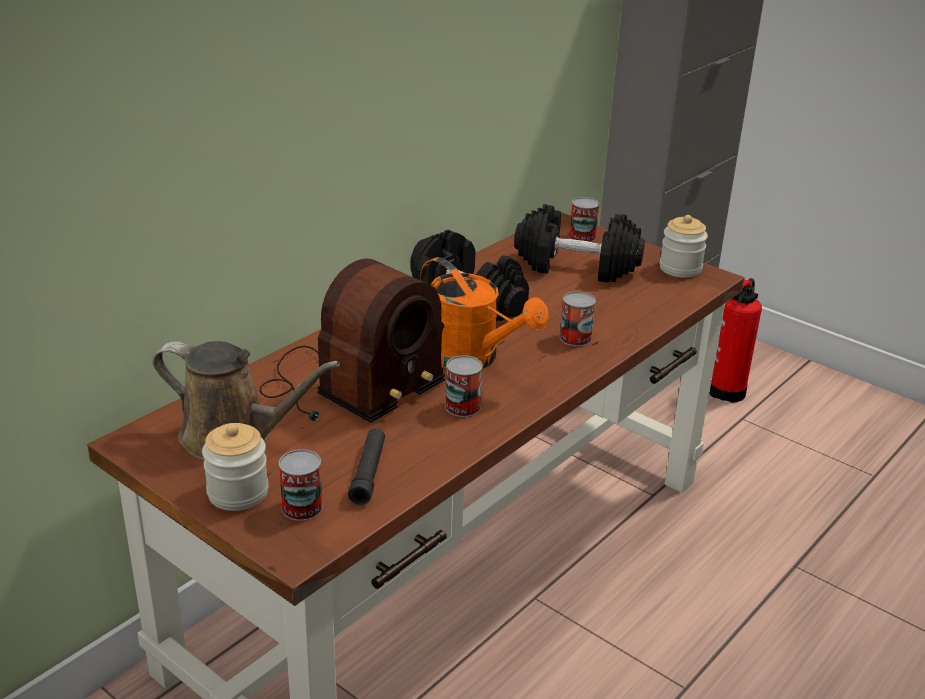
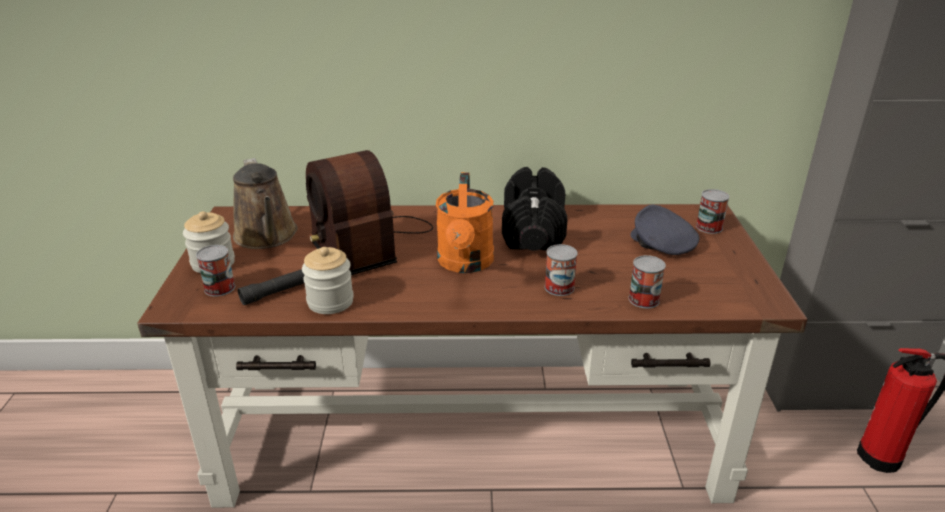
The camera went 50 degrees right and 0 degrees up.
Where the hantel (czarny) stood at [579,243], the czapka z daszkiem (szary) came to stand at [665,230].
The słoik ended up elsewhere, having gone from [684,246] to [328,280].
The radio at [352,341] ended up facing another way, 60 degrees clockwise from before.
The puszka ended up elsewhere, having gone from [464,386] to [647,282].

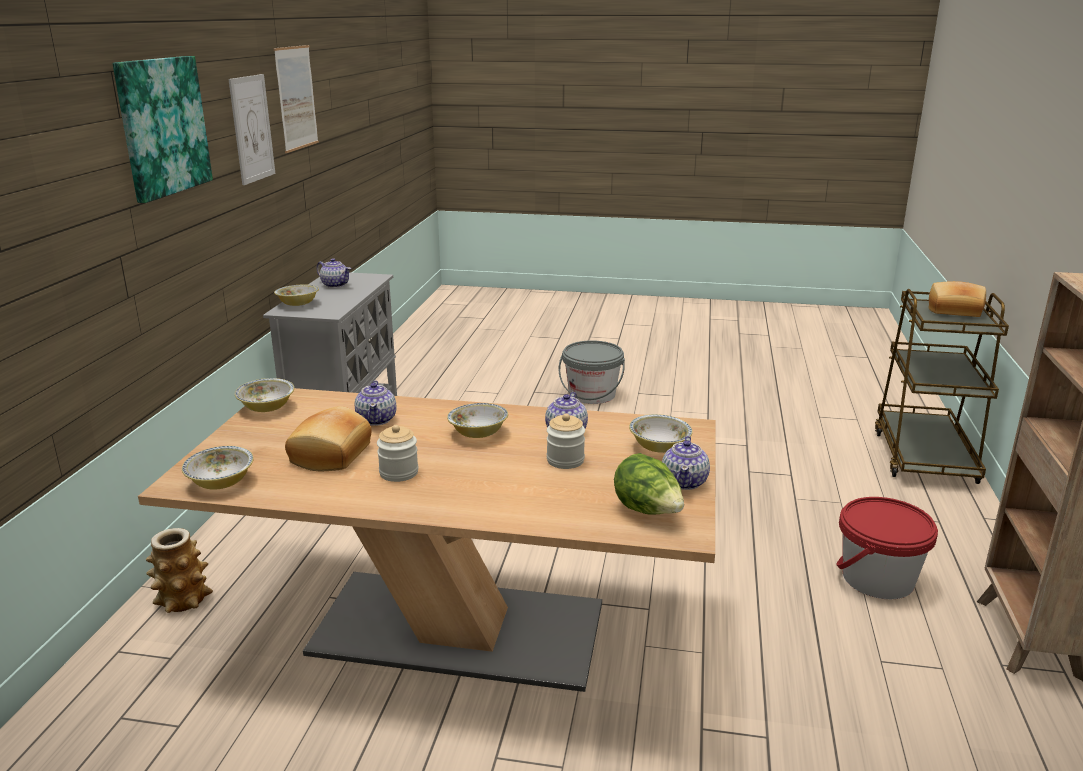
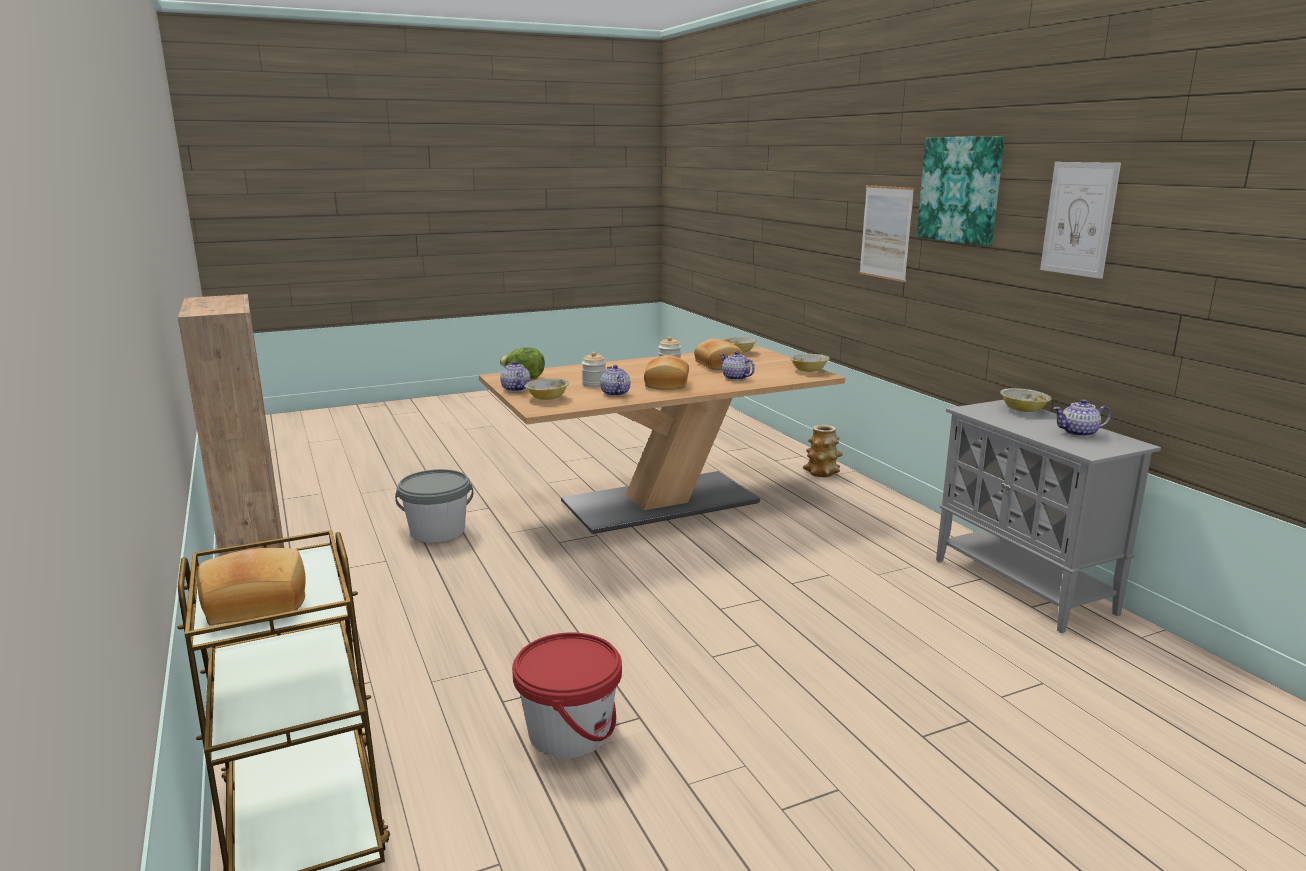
The camera went 145 degrees right and 5 degrees down.
The obraz ended up elsewhere, having gone from [296,99] to [886,233].
The wiadro (szary) ended up elsewhere, having gone from [592,372] to [434,506].
Where the miska stood at [477,420], the chleb came to stand at [666,372].
The wiadro (czerwony) ended up elsewhere, having gone from [887,548] to [567,695].

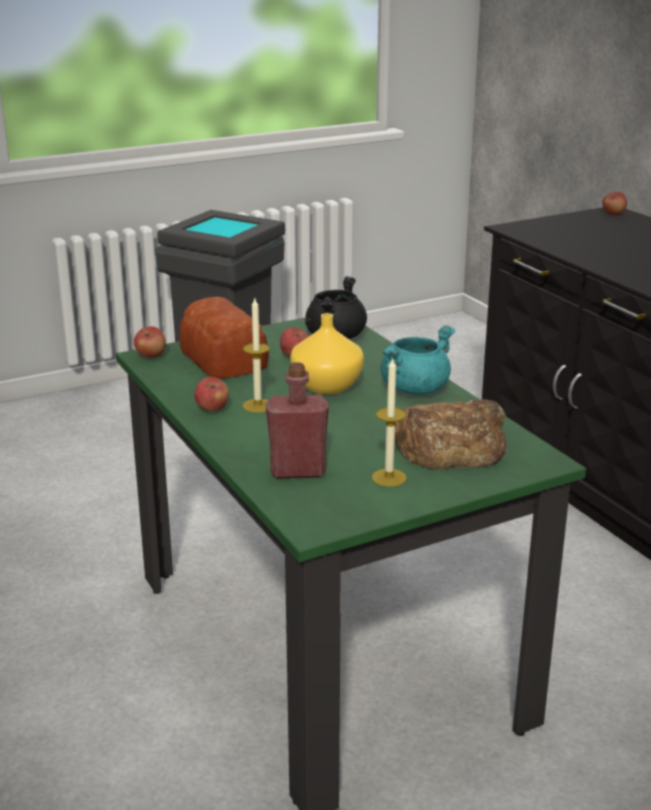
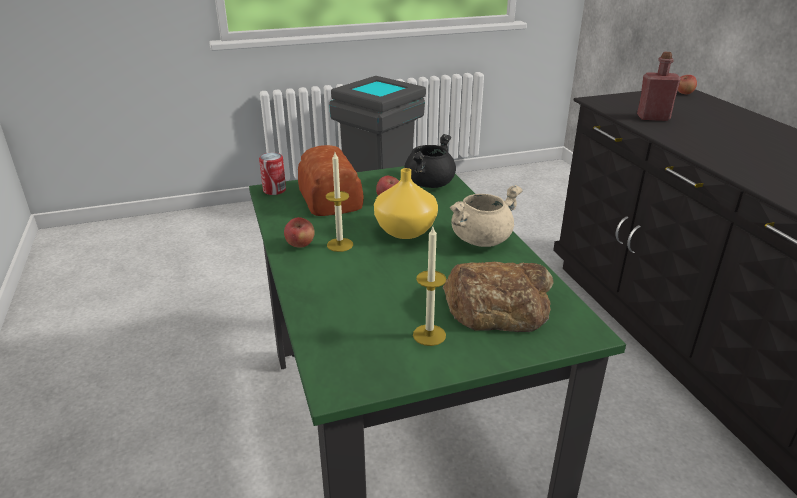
The camera went 10 degrees right and 5 degrees up.
What was the garnek (turkusowy) at [418,360] turned into the garnek (beżowy) at [486,216].
Where the jabłko stood at [150,342], the puszka came to stand at [272,174].
The butelka (czerwony) ended up elsewhere, having gone from [297,420] to [659,86].

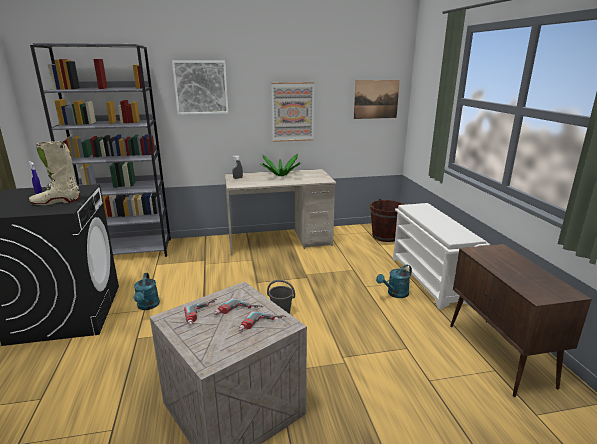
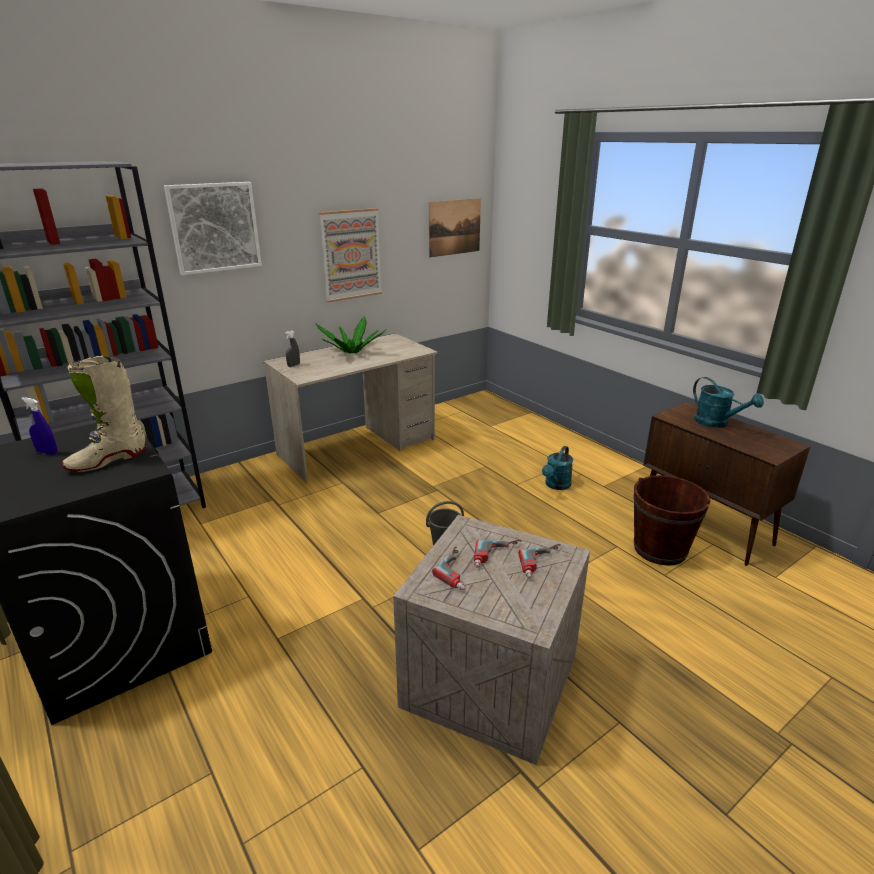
The camera went 25 degrees left and 5 degrees up.
The wiadro (brązowy) ended up elsewhere, having gone from [387,220] to [672,520].
The second view lost the regał na buty (biały) at [441,256].
The konewka (turkusowy) ended up elsewhere, having gone from [147,291] to [728,402].

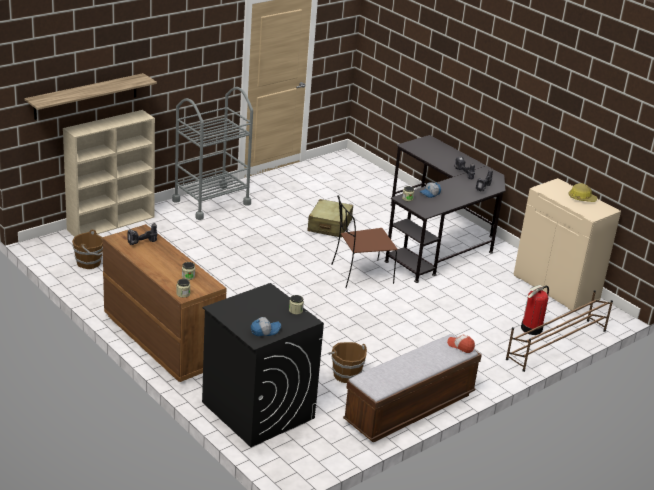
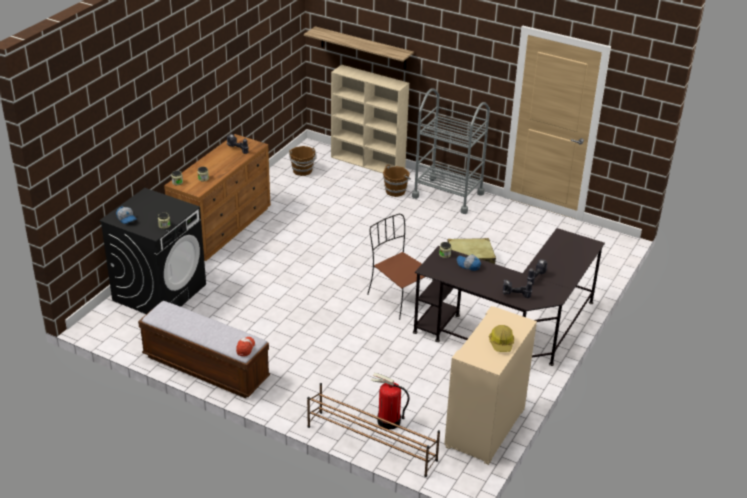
The camera went 70 degrees right and 5 degrees up.
The wiadro (brązowy) ended up elsewhere, having gone from [347,362] to [397,181].

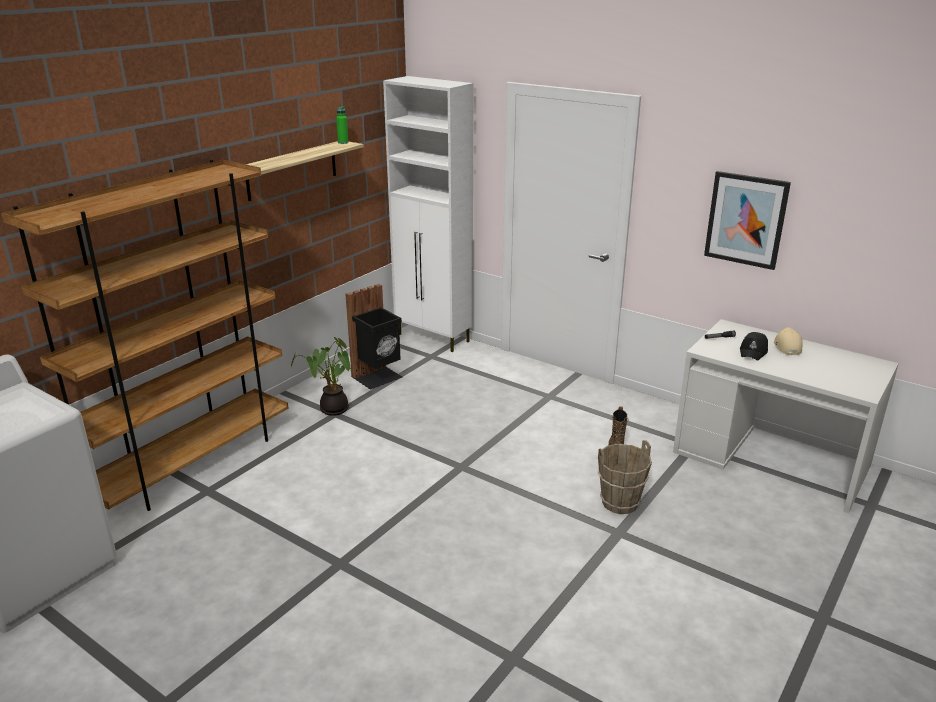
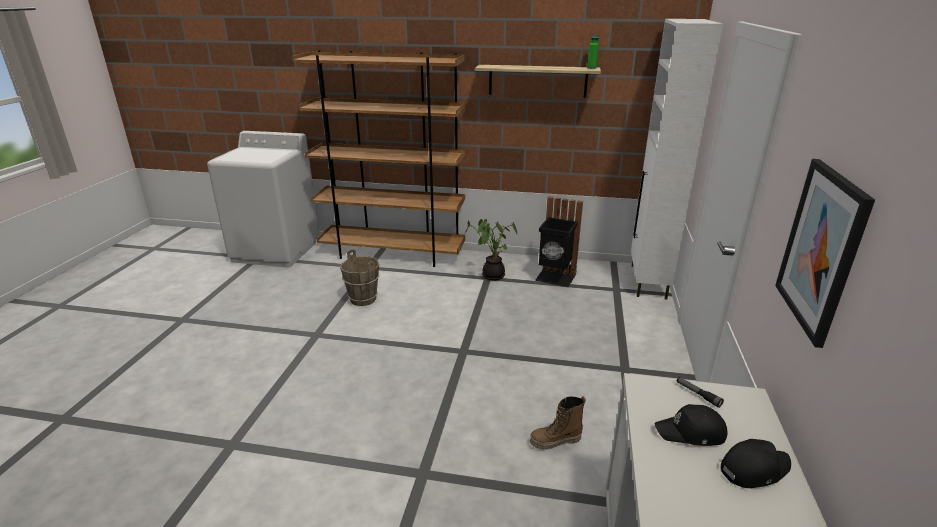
The camera went 65 degrees right and 0 degrees up.
What was the czapka z daszkiem (beżowy) at [788,341] turned into the czapka z daszkiem (czarny) at [756,463].
The wiadro (brązowy) ended up elsewhere, having gone from [624,477] to [359,277].

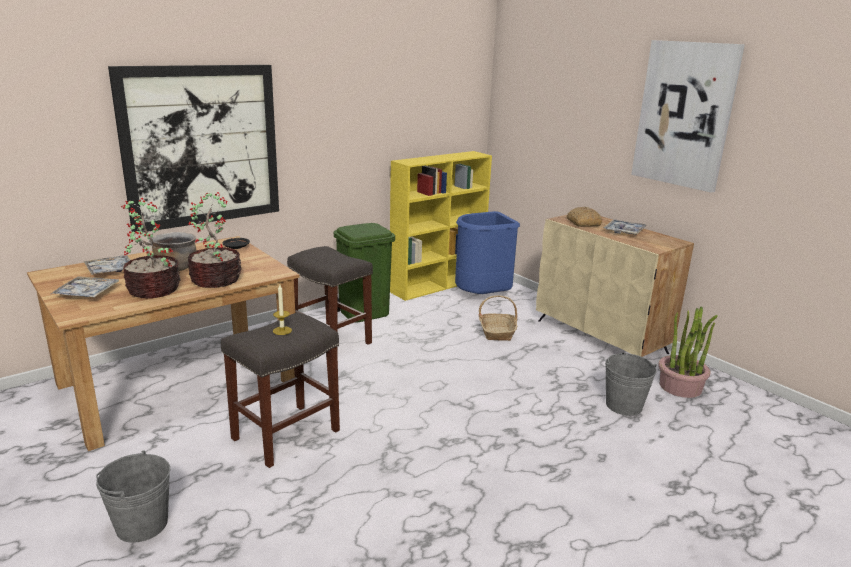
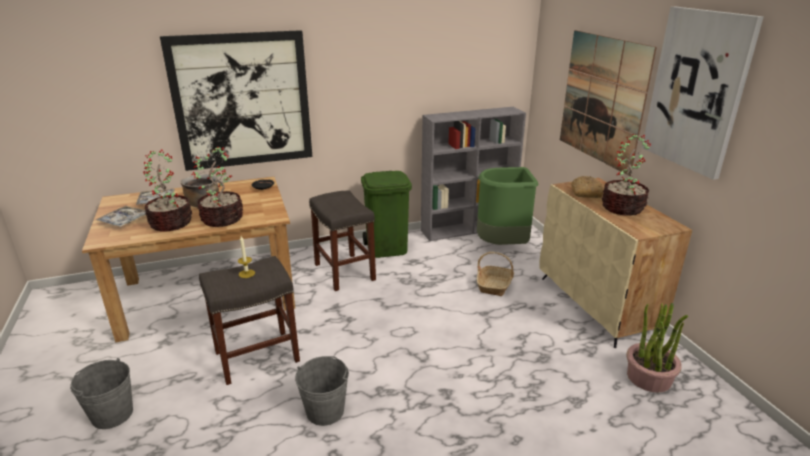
The camera went 20 degrees right and 5 degrees up.
What was the regał (żółty) at [441,226] turned into the regał (szary) at [473,174].
What was the kosz na śmieci (niebieski) at [487,252] turned into the kosz na śmieci (zielony) at [508,206].
Where the taca stood at [625,227], the roślina doniczkowa came to stand at [626,175].
The wiadro (szary) ended up elsewhere, having gone from [631,384] to [322,391].
The second view gained the obraz at [608,103].

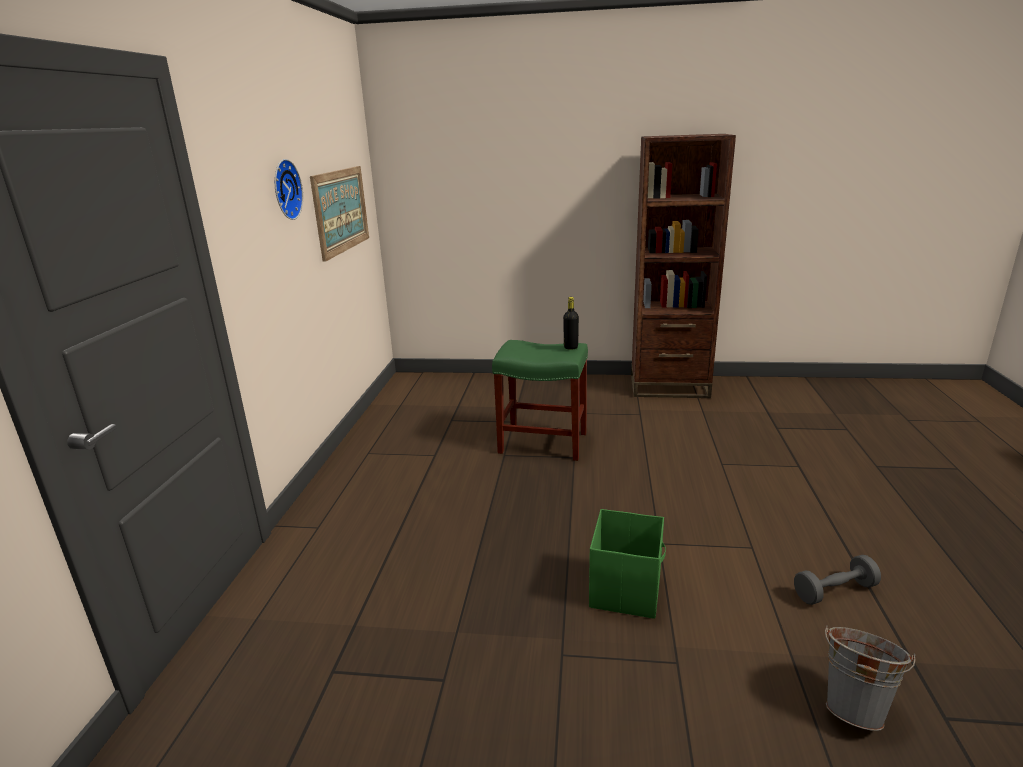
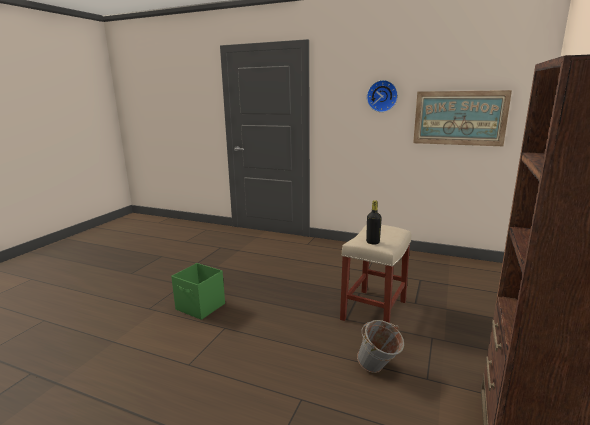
The camera went 105 degrees right and 5 degrees down.
What was the stołek (zielony) at [540,400] turned into the stołek (beżowy) at [375,273].
The second view lost the hantel (szary) at [837,580].
The wiadro (szary) ended up elsewhere, having gone from [870,678] to [380,346].

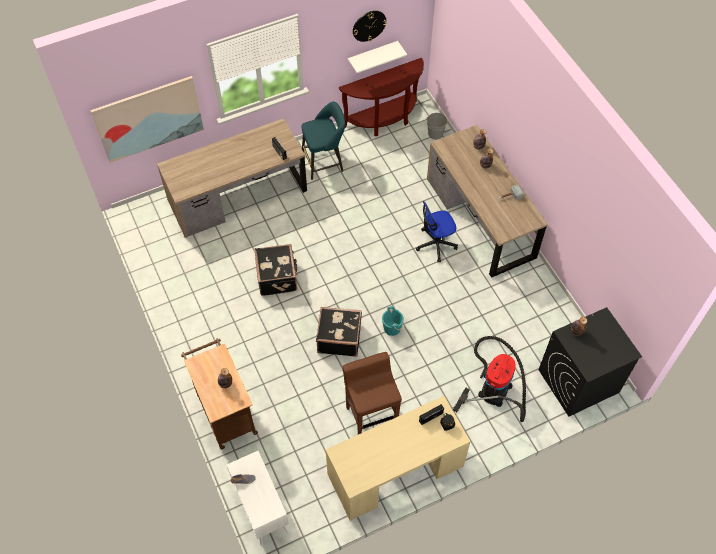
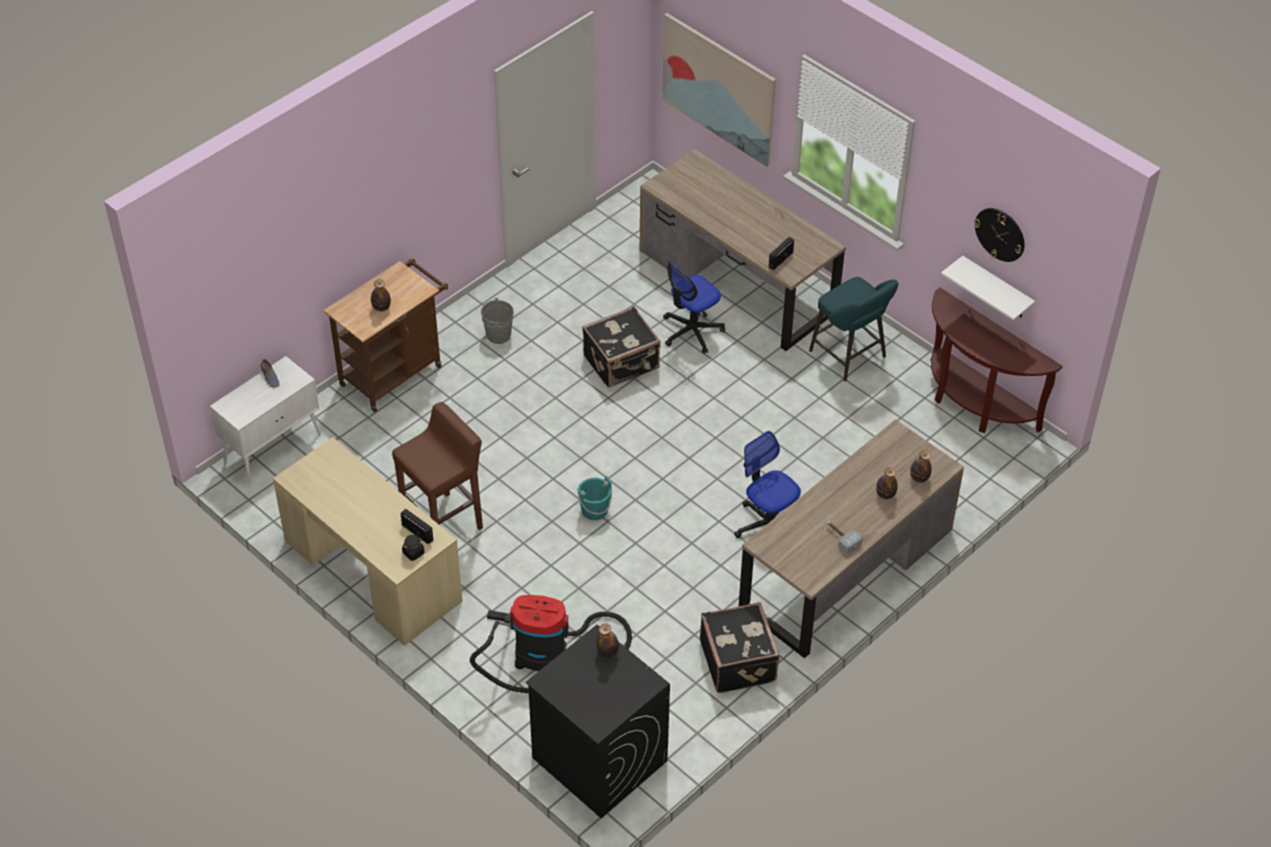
The camera went 70 degrees right and 10 degrees down.
The wiadro (szary) ended up elsewhere, having gone from [437,126] to [497,321].
The walizka (czarny) ended up elsewhere, having gone from [339,332] to [740,647].
The second view gained the krzesło biurowe at [694,307].

